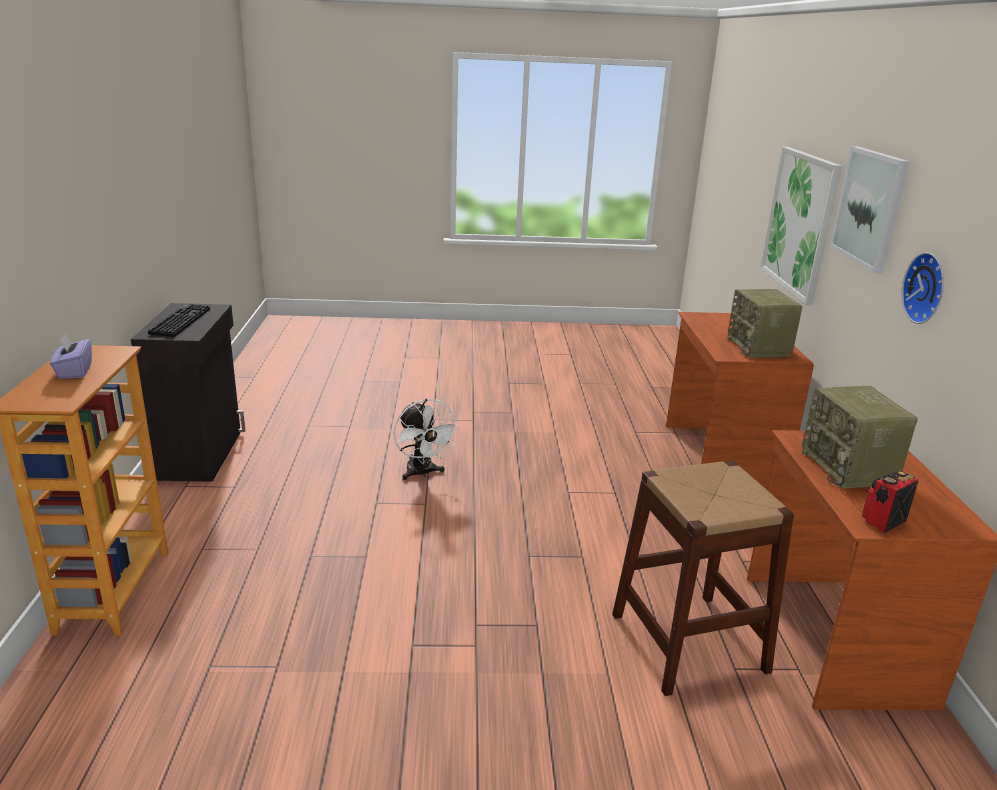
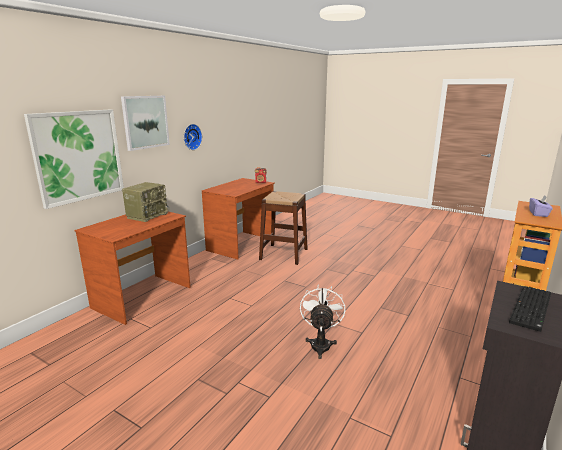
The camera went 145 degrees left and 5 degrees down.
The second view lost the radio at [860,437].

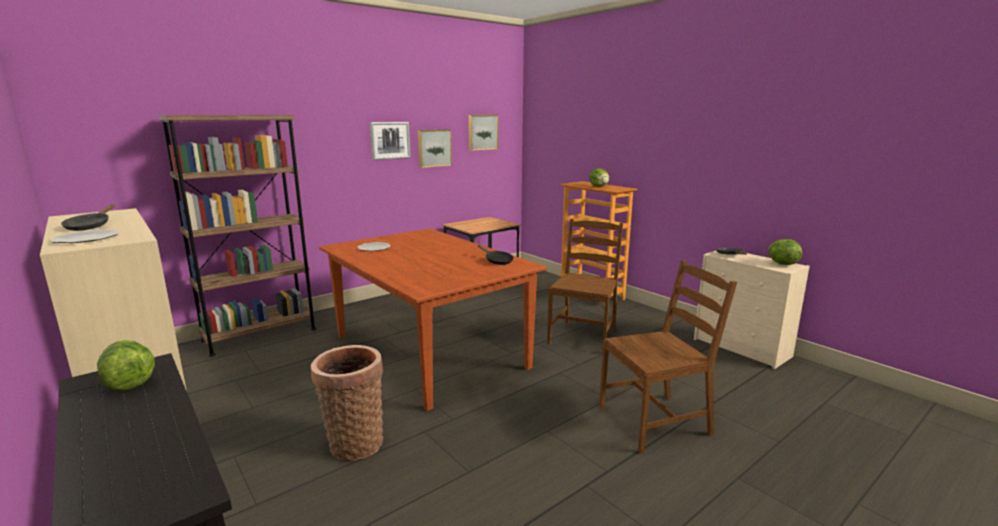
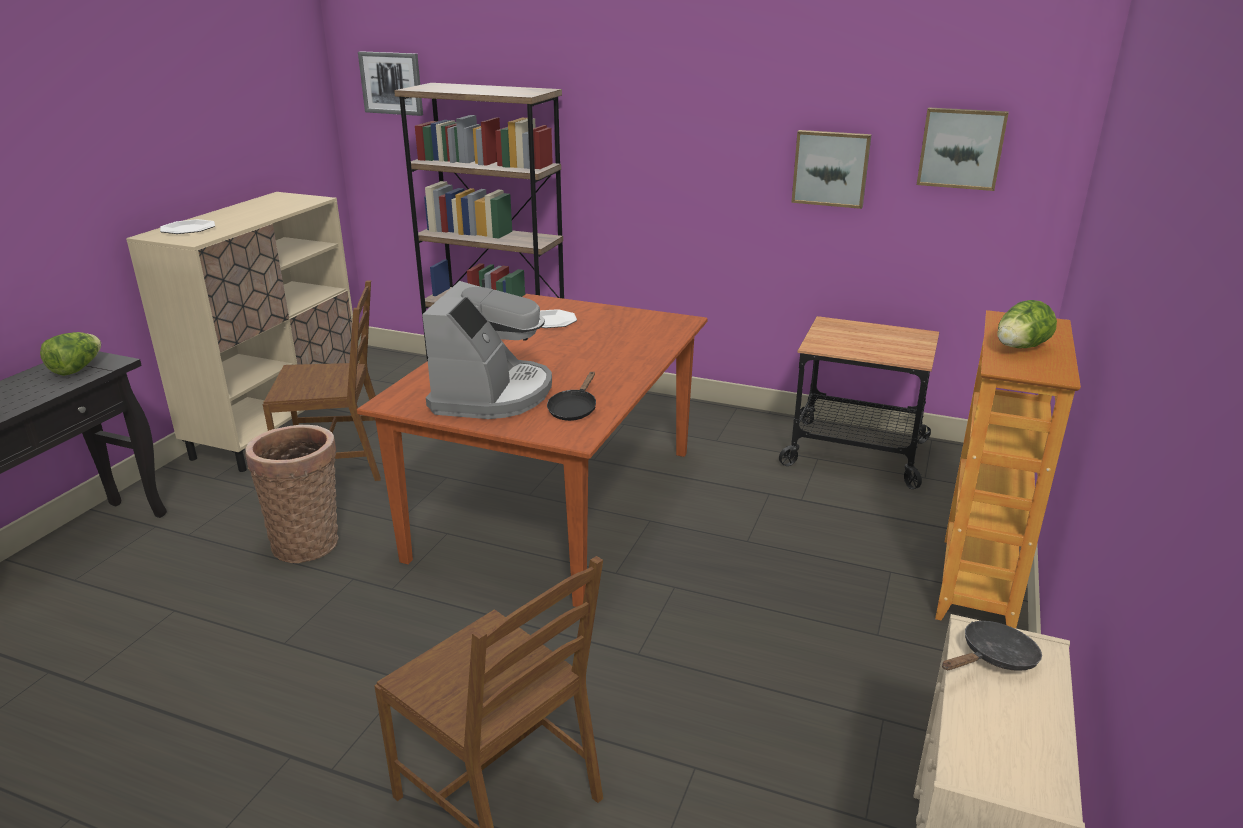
The camera went 60 degrees right and 10 degrees up.
The obraz ended up elsewhere, having gone from [390,141] to [390,83].
The second view lost the patelnia (czarny) at [88,217].
The krzesło (brązowy) ended up elsewhere, having gone from [585,286] to [322,381].
The second view lost the sałata at [785,252].
The second view gained the ekspres do kawy at [487,350].

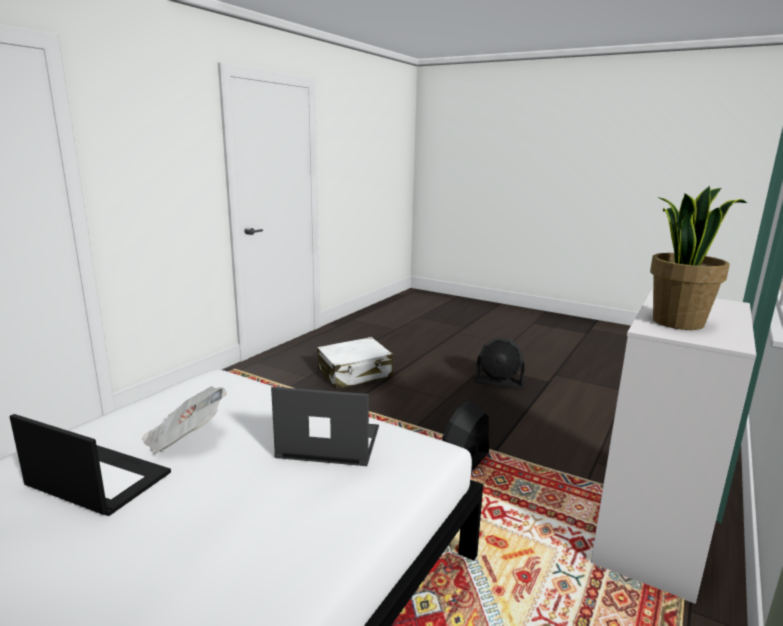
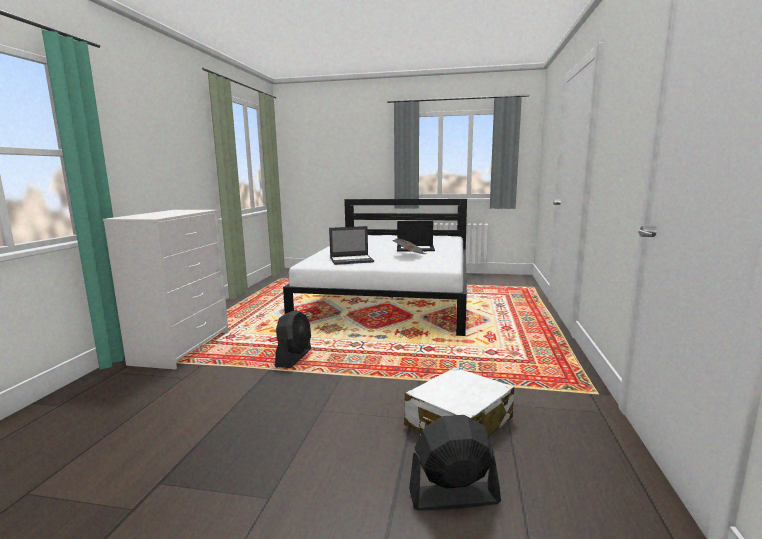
The camera went 160 degrees right and 5 degrees down.
The second view lost the roślina doniczkowa at [698,258].
The wentylator (czarny) ended up elsewhere, having gone from [499,362] to [455,463].

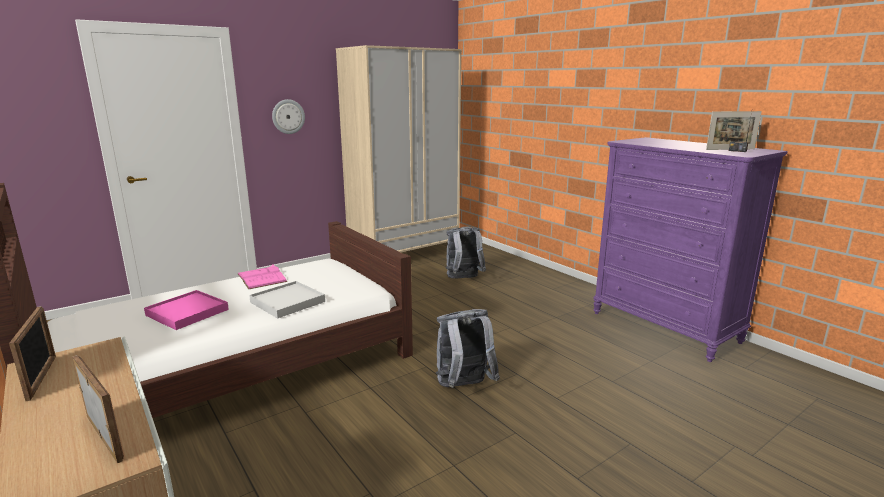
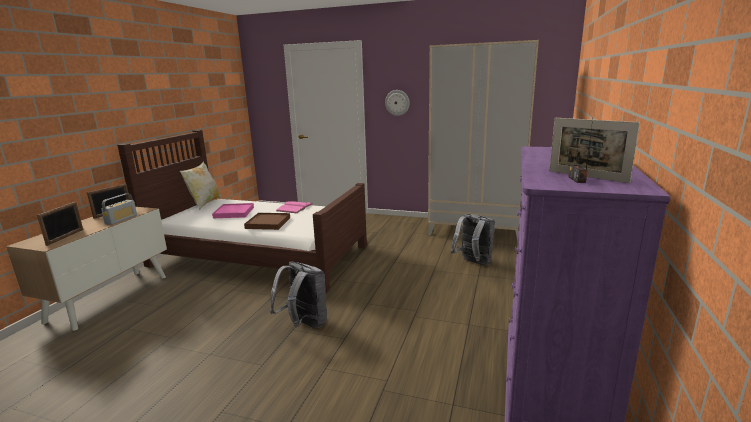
The camera went 55 degrees right and 0 degrees up.
What was the taca (biały) at [287,299] turned into the taca (brązowy) at [267,221].
The second view gained the poduszka at [201,186].
The second view gained the radio at [119,209].

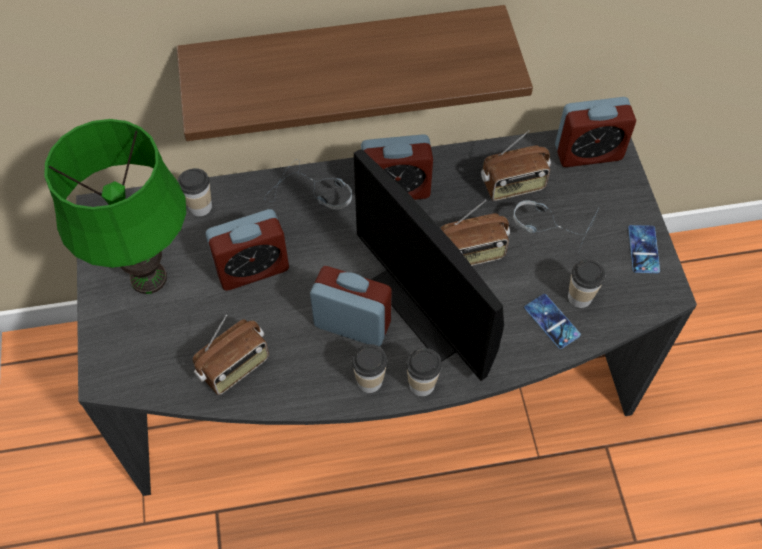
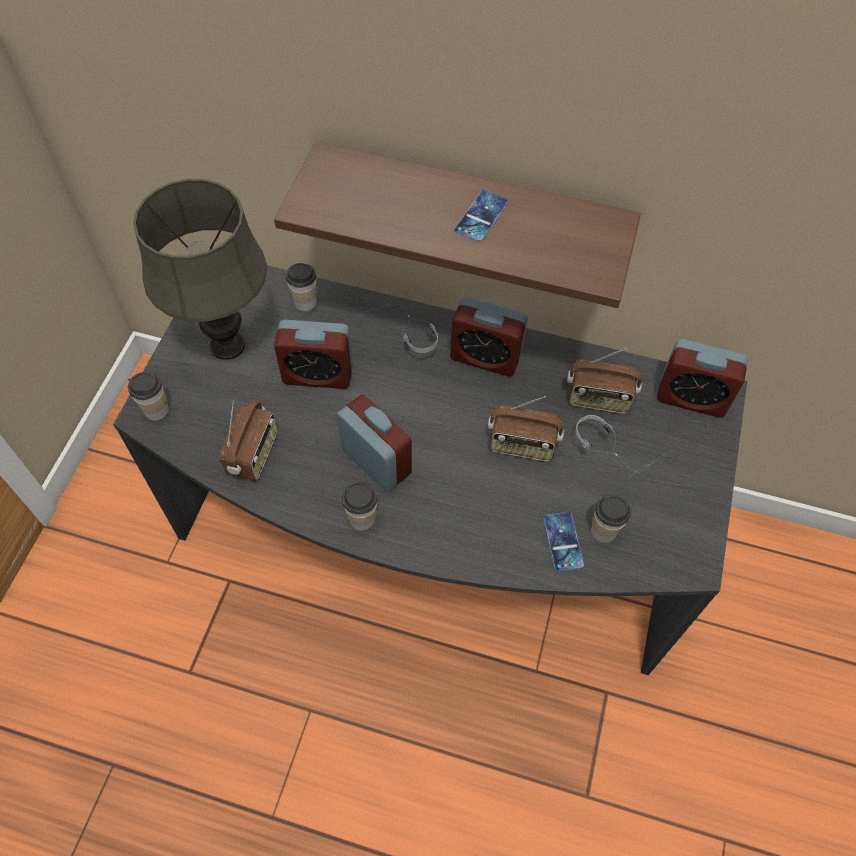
The camera went 25 degrees right and 0 degrees up.
What was the lampa stołowa (zielony) at [115,206] turned into the lampa stołowa (szary) at [200,269].
The second view lost the monitor at [429,265].
The telefon ended up elsewhere, having gone from [644,249] to [481,216].
The radio at [231,355] ended up facing another way, 60 degrees counterclockwise from before.
The filiżanka ended up elsewhere, having gone from [424,372] to [148,396].

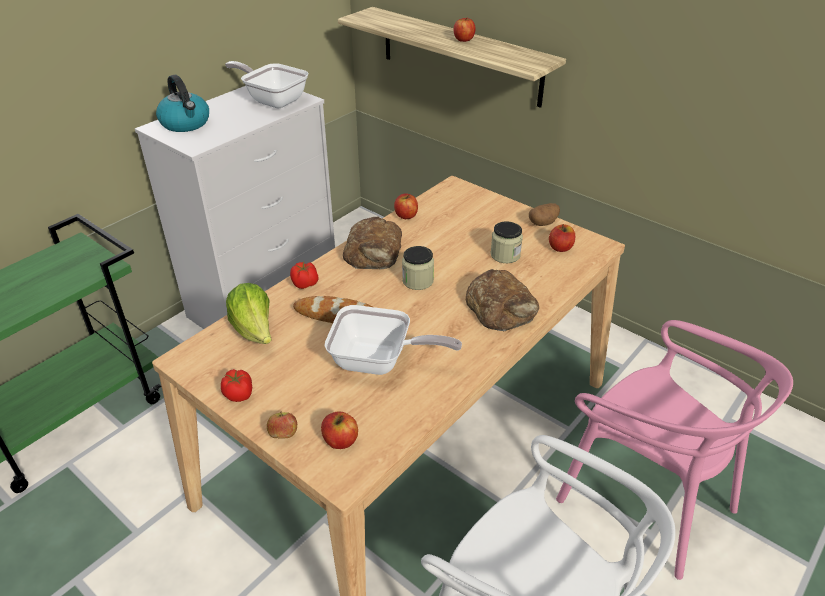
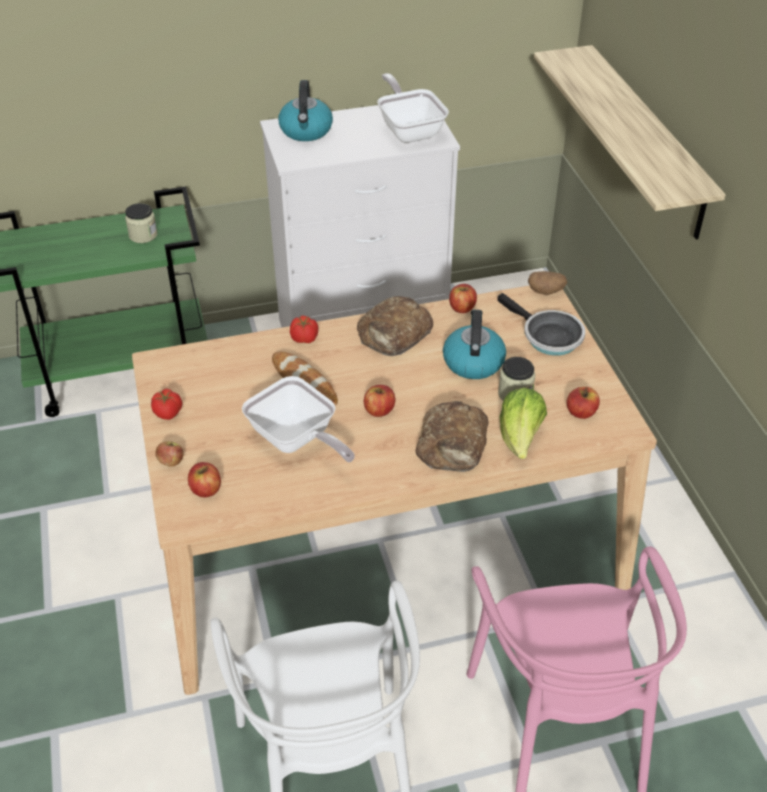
The camera went 35 degrees right and 5 degrees up.
The jabłko ended up elsewhere, having gone from [464,29] to [379,401].
The ziemniak ended up elsewhere, having gone from [544,214] to [547,283].
The słoik ended up elsewhere, having gone from [418,268] to [141,223].
The sałata ended up elsewhere, having gone from [249,313] to [523,423].
The second view gained the patelnia at [541,324].
The second view gained the czajnik at [474,344].

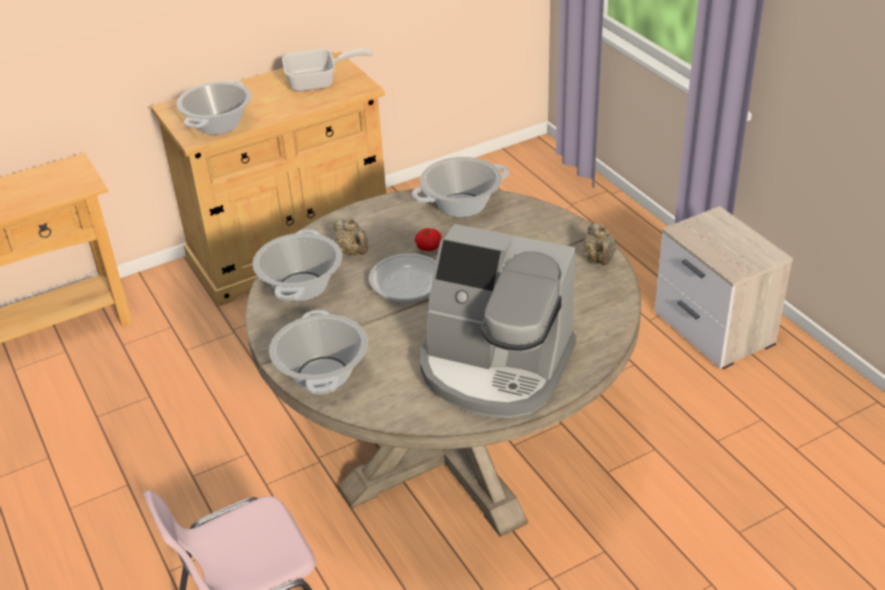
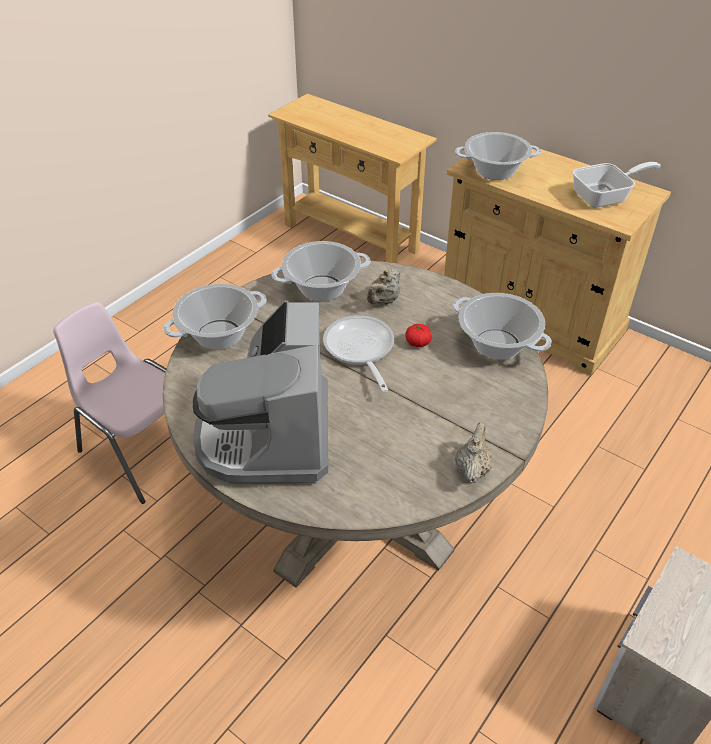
The camera went 65 degrees right and 5 degrees up.
The patelnia at [327,70] ended up facing another way, 75 degrees counterclockwise from before.
The imbryk (beżowy) at [600,244] ended up facing another way, 135 degrees clockwise from before.

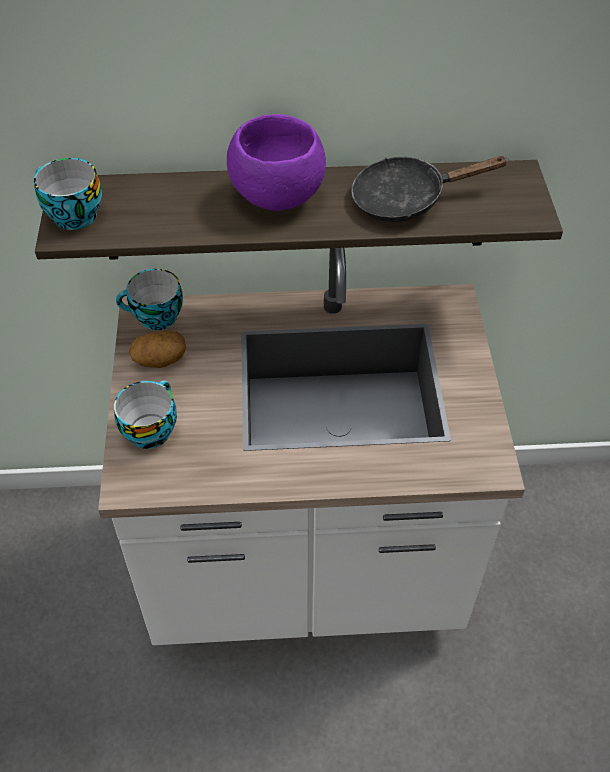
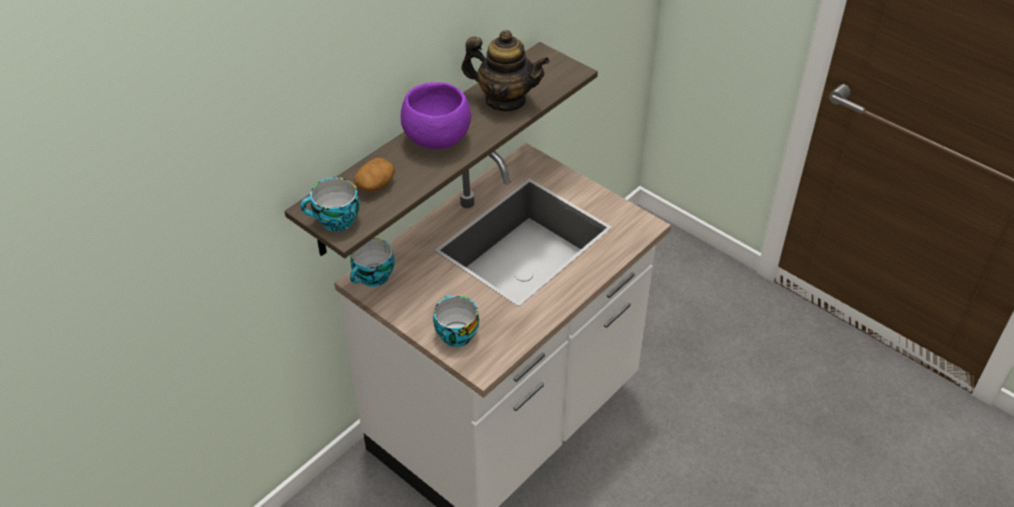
The camera went 45 degrees left and 5 degrees down.
Where the patelnia (czarny) stood at [430,189], the imbryk came to stand at [505,70].
The ziemniak ended up elsewhere, having gone from [157,349] to [374,175].

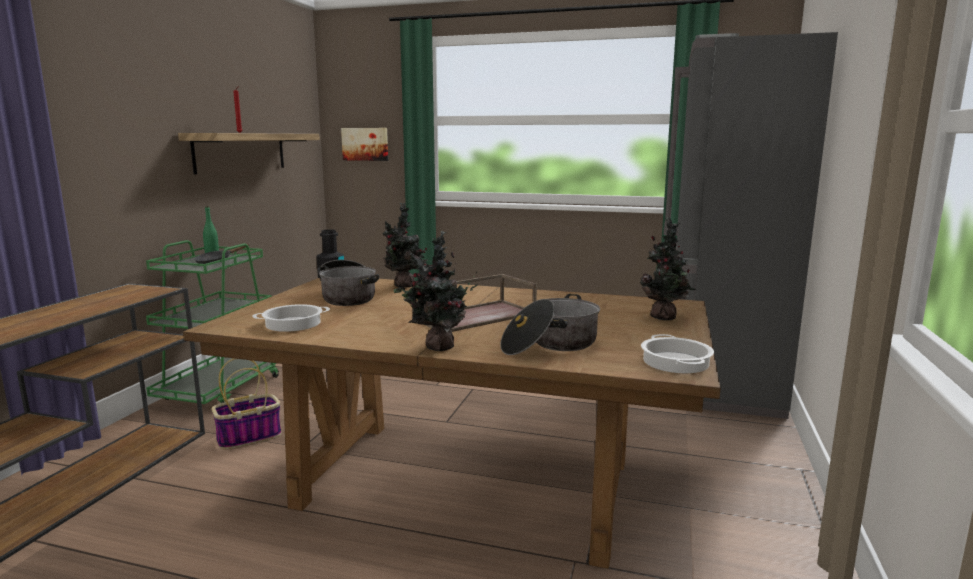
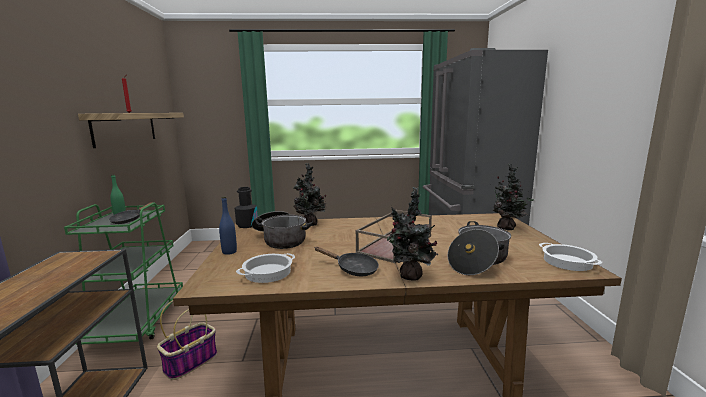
The camera went 20 degrees left and 0 degrees up.
The second view lost the obraz at [364,144].
The second view gained the butelka (niebieski) at [228,226].
The second view gained the patelnia (czarny) at [346,261].

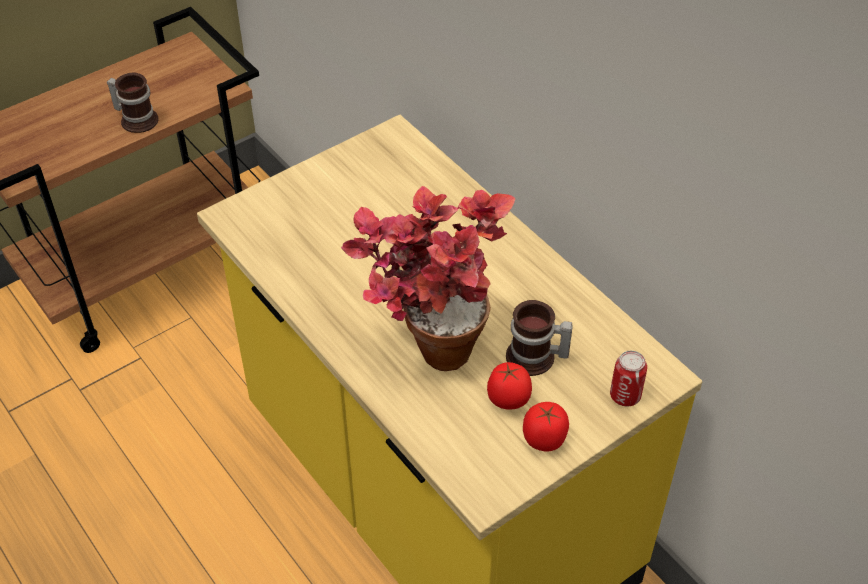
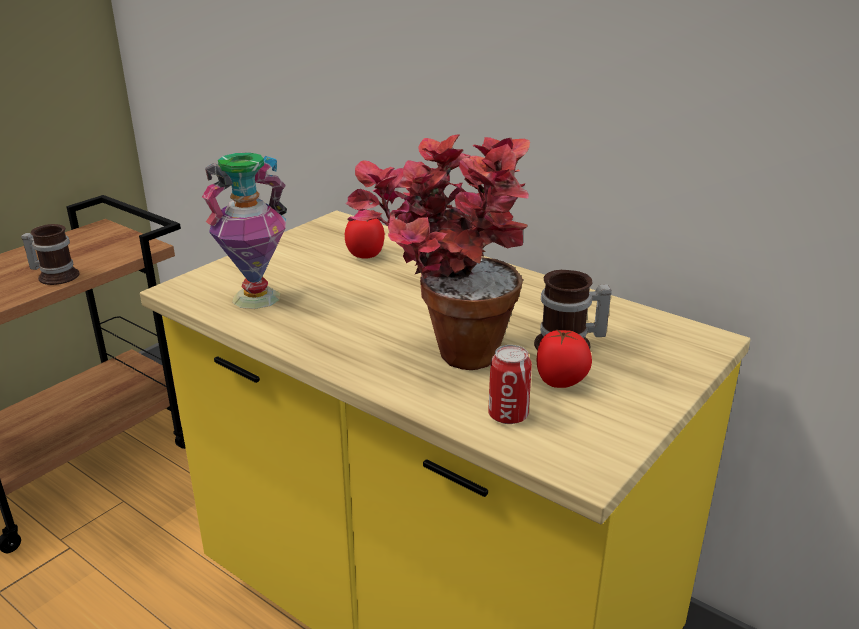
The camera went 15 degrees left and 20 degrees down.
The puszka ended up elsewhere, having gone from [628,378] to [510,384].
The pomidor ended up elsewhere, having gone from [546,427] to [365,238].
The second view gained the wazon at [244,230].

